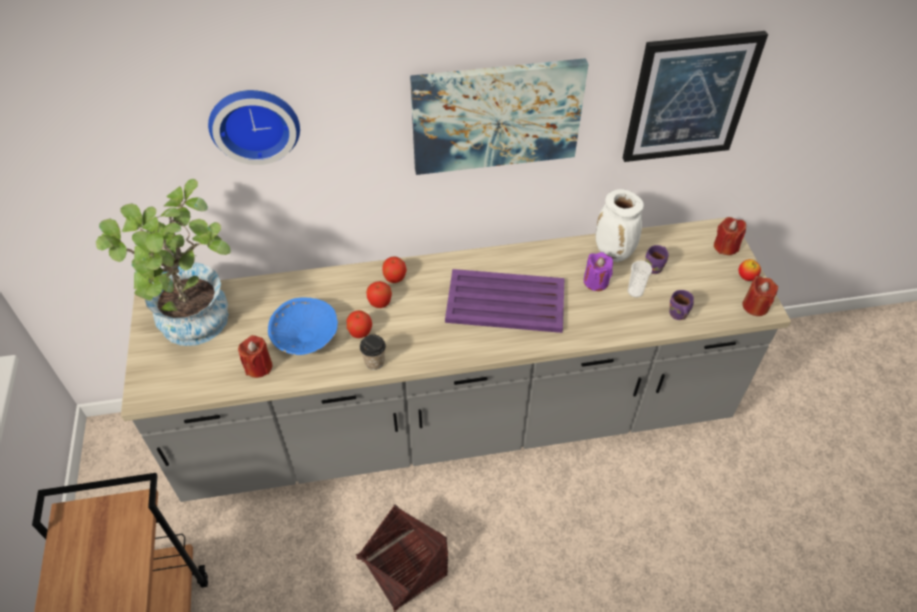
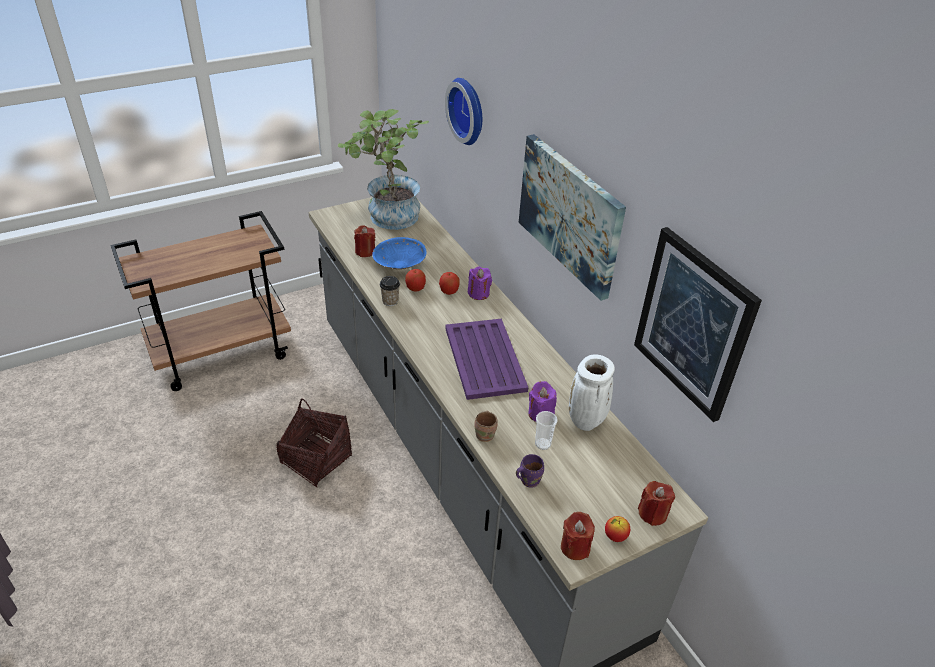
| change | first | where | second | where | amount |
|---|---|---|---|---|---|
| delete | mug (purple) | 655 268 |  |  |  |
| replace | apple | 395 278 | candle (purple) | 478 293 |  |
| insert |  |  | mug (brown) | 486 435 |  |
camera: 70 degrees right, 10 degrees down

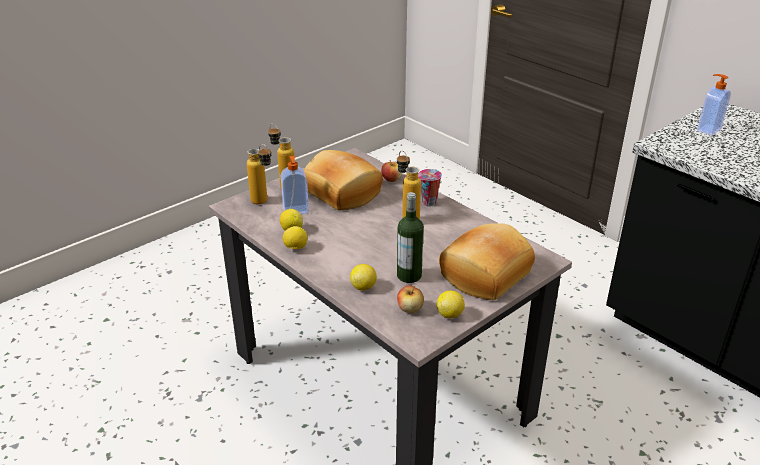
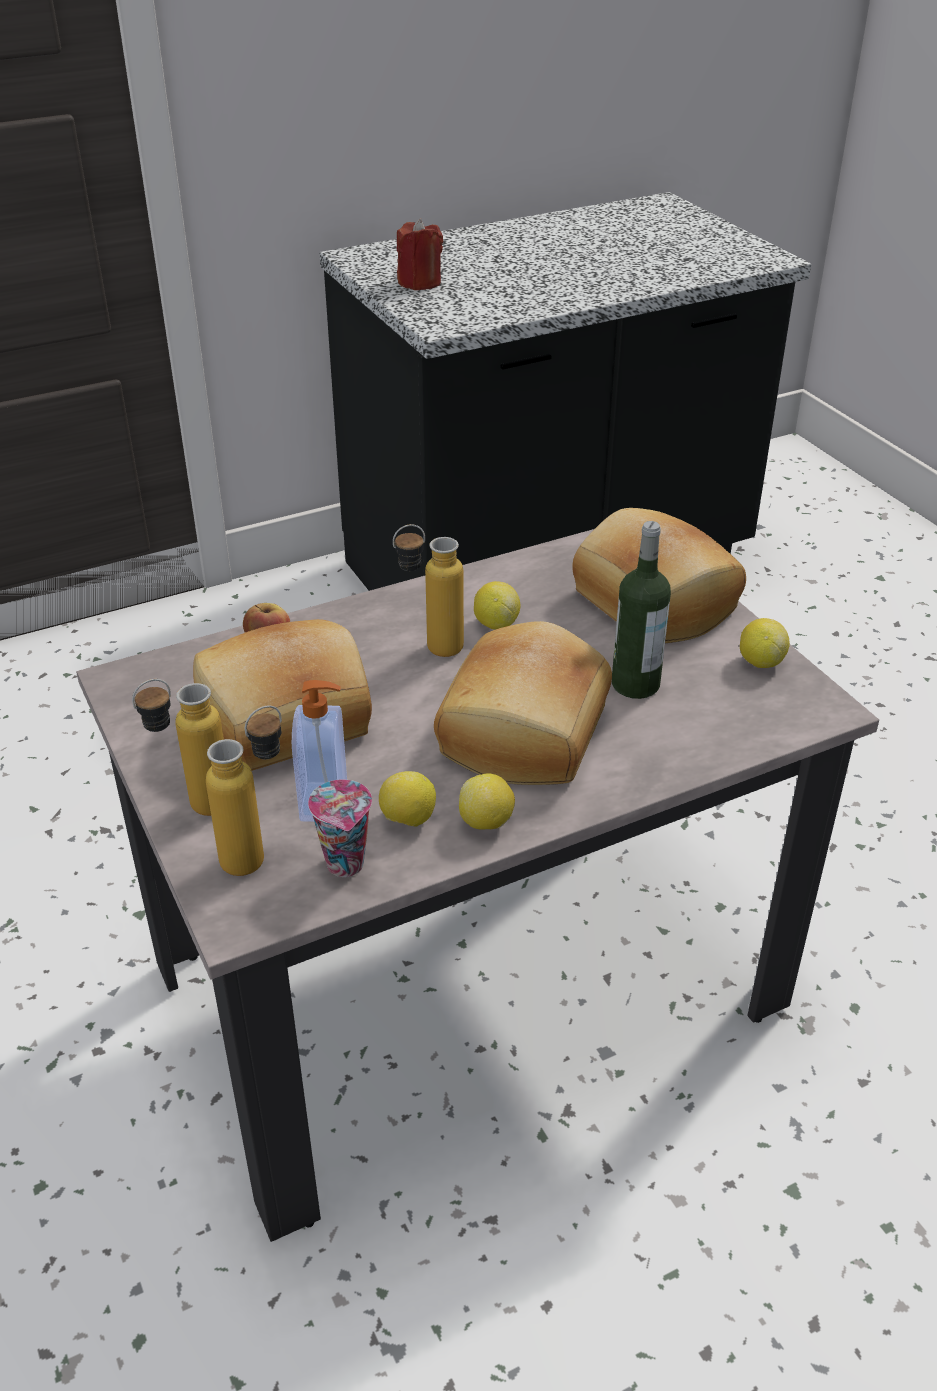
| change | first | where | second | where | amount |
|---|---|---|---|---|---|
| replace | soap dispenser | 708 129 | candle (red) | 419 283 |  |
| move | cup | 428 203 |  | 347 865 |  |
| move | lemon | 363 287 |  | 496 624 |  |
| delete | apple | 410 309 |  |  |  |
| insert |  |  | bread | 528 734 |  |
camera: 75 degrees left, 5 degrees up

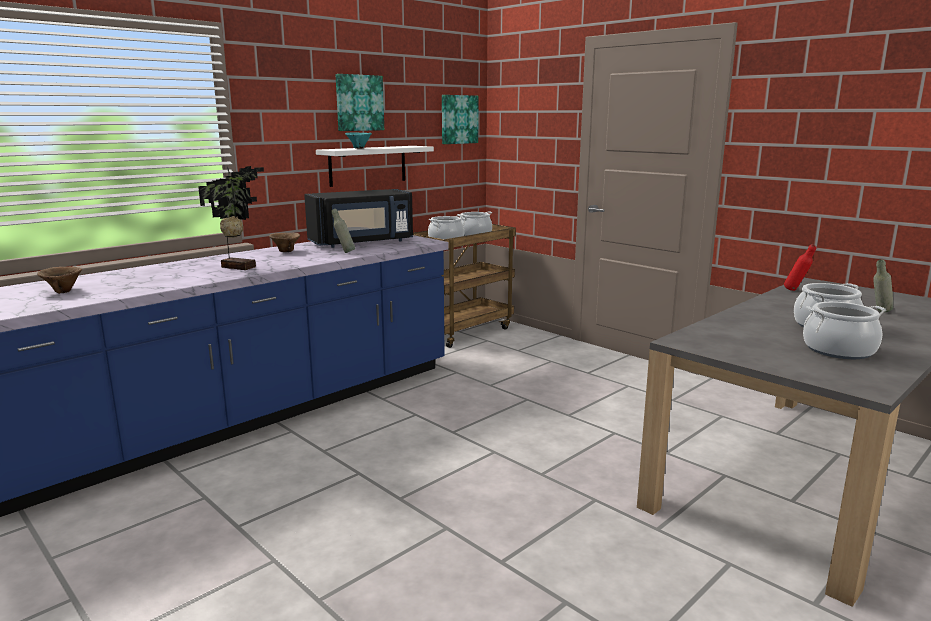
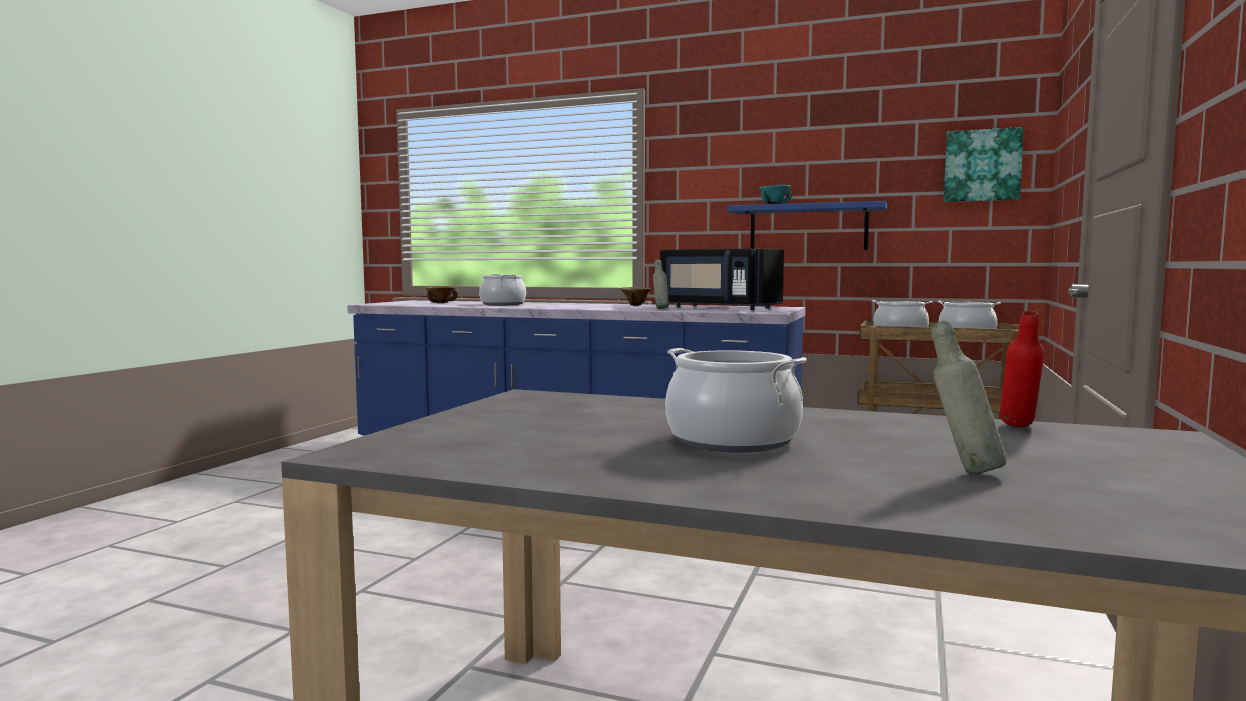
| change | first | where | second | where | amount |
|---|---|---|---|---|---|
| delete | picture | 359 103 |  |  |  |
| recolor | shelf (white) | 368 165 | shelf (blue) | 808 228 |  |
| delete | potted plant | 239 267 |  |  |  |
| move | cooking pot | 838 350 |  | 503 304 |  |
camera: 65 degrees right, 10 degrees down

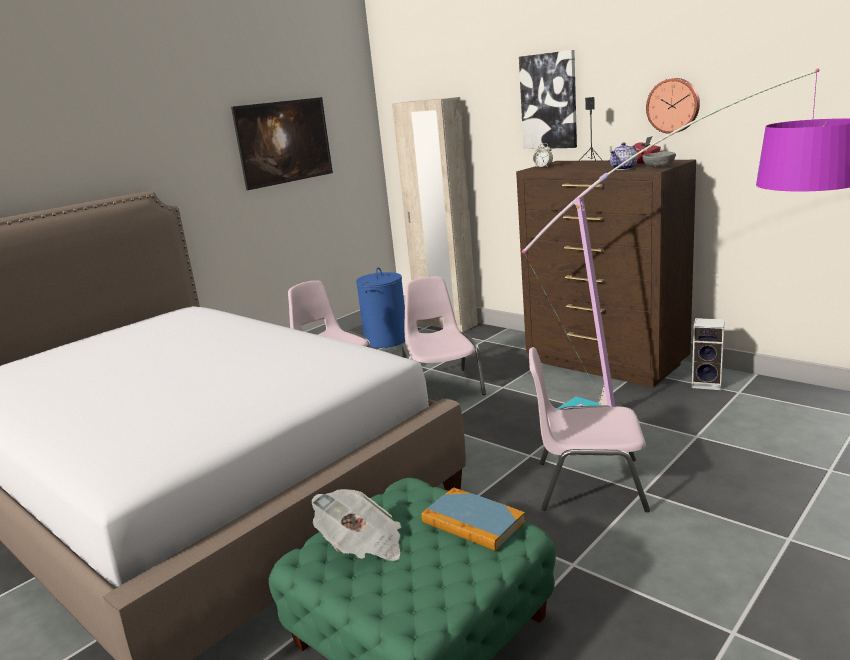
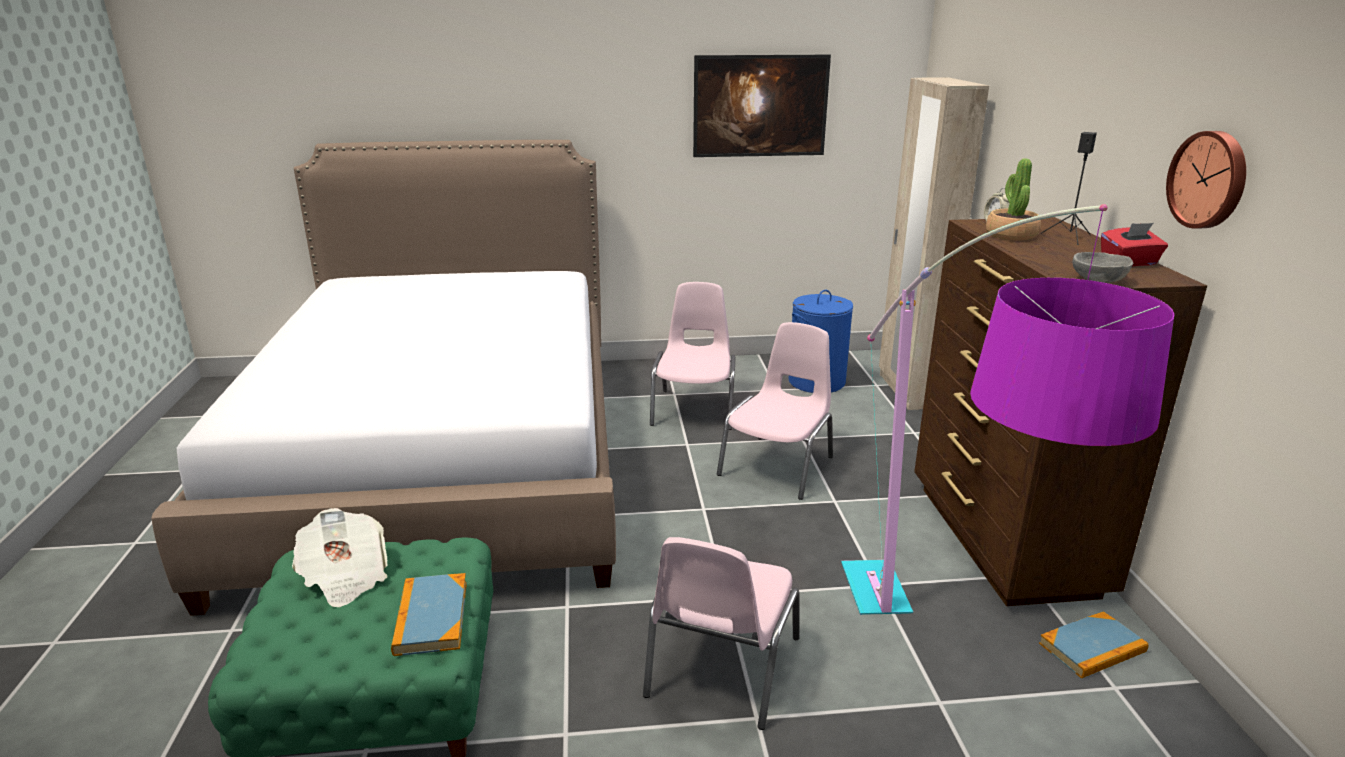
| change | first | where | second | where | amount |
|---|---|---|---|---|---|
| delete | picture | 549 101 |  |  |  |
| delete | teapot | 624 168 |  |  |  |
| replace | speaker | 708 383 | book | 1092 648 |  |
| rotate | chair (pink) | 588 485 |  | 720 668 | 120 degrees counterclockwise |
| insert |  |  | potted plant | 1011 235 |  |
camera: 40 degrees right, 5 degrees up

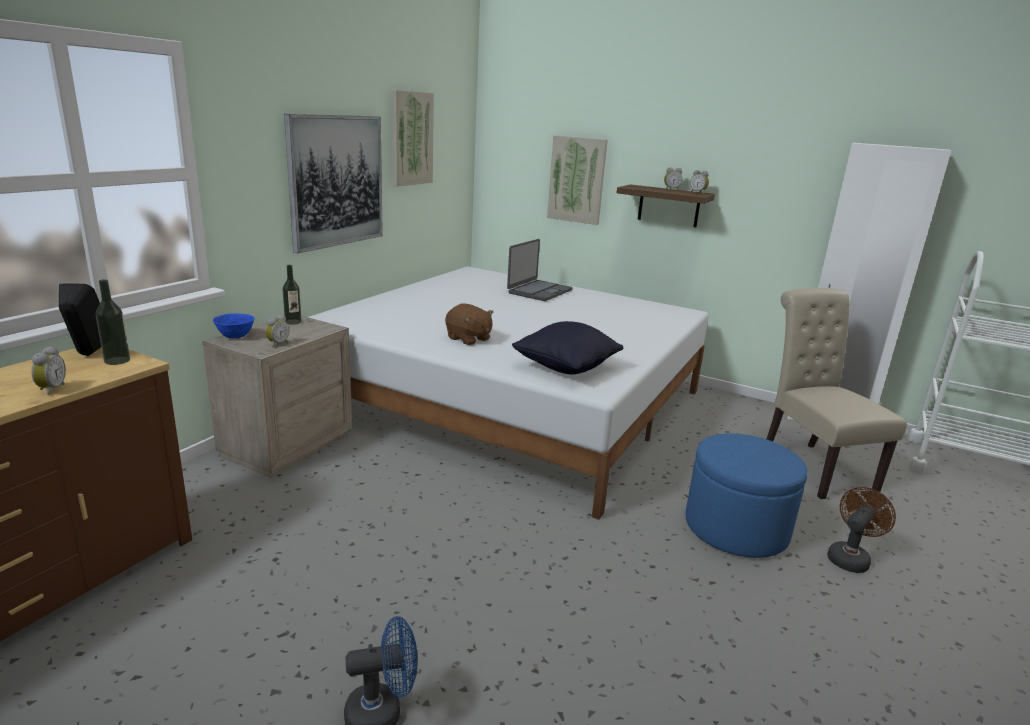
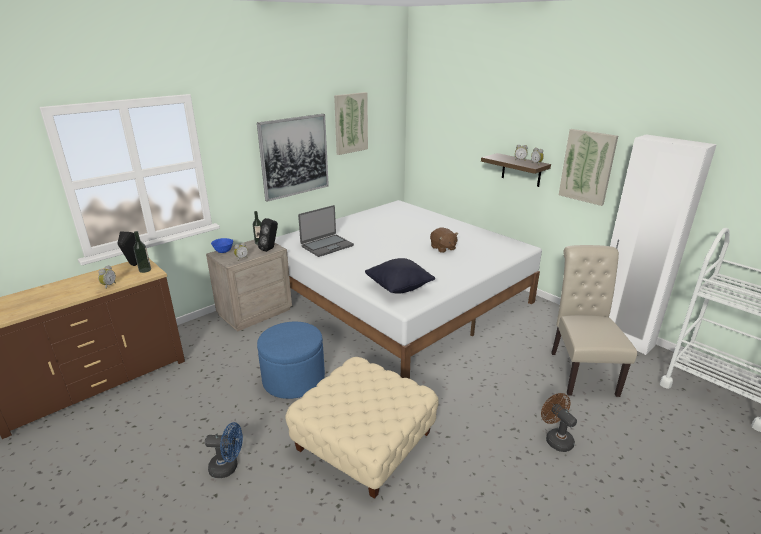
| change | first | where | second | where | amount |
|---|---|---|---|---|---|
| move | picture | 577 180 |  | 587 166 |  |
| move | laptop | 539 291 |  | 327 246 |  |
| move | plush toy (brown) | 468 339 |  | 443 248 |  |
| move | ottoman (blue) | 736 528 |  | 294 379 |  |
| rotate | fan (brown) | 850 557 |  | 556 439 | 90 degrees counterclockwise |
| insert |  |  | speaker (black) | 270 249 |  |
| insert |  |  | ottoman (beige) | 363 441 |  |
camera: 20 degrees right, 5 degrees up

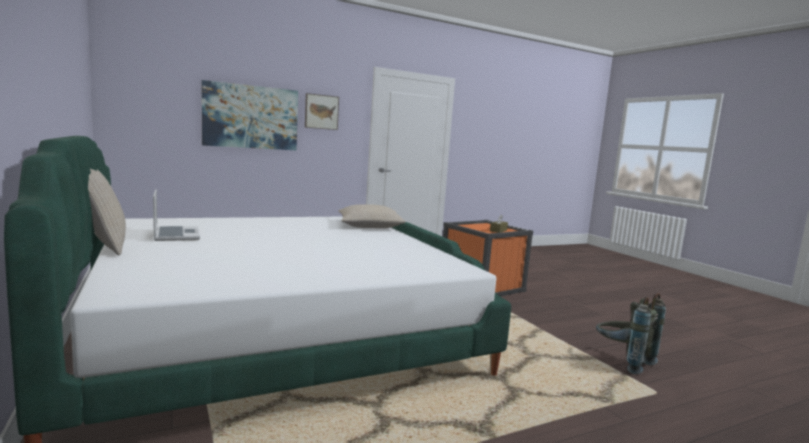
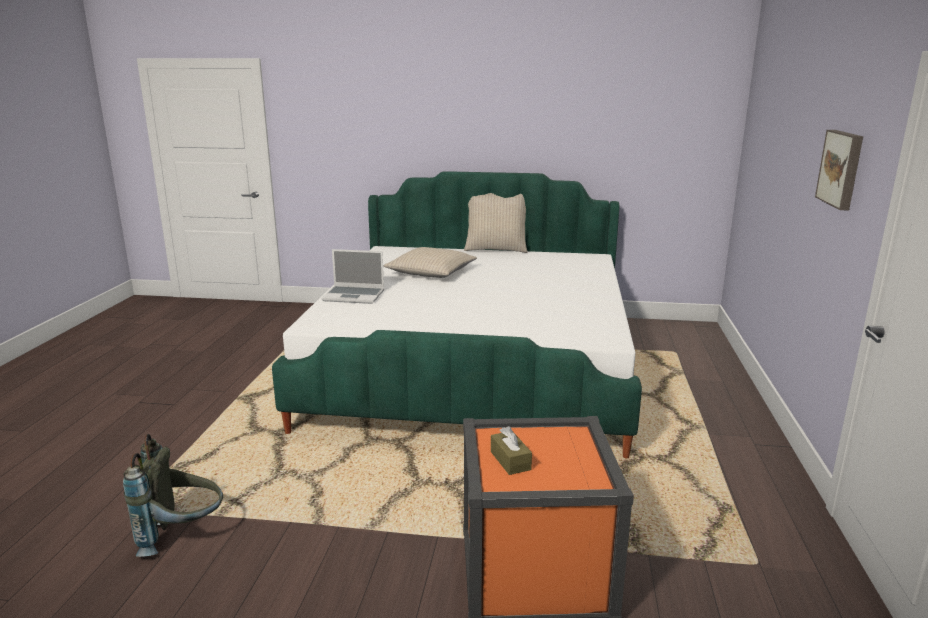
| change | first | where | second | where | amount |
|---|---|---|---|---|---|
| delete | picture | 251 117 |  |  |  |
| move | laptop | 175 235 |  | 354 296 |  |
| move | pillow (beige) | 370 225 |  | 431 272 |  |
camera: 125 degrees right, 10 degrees up

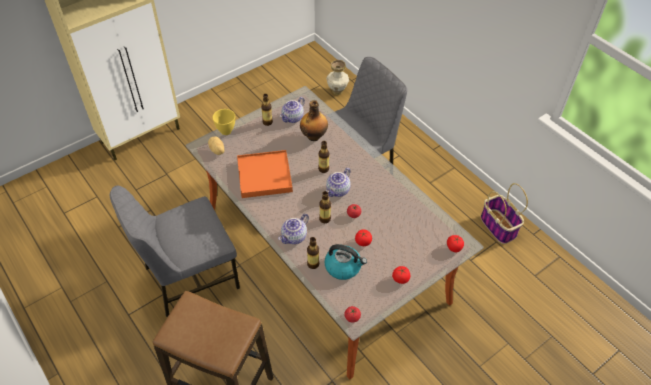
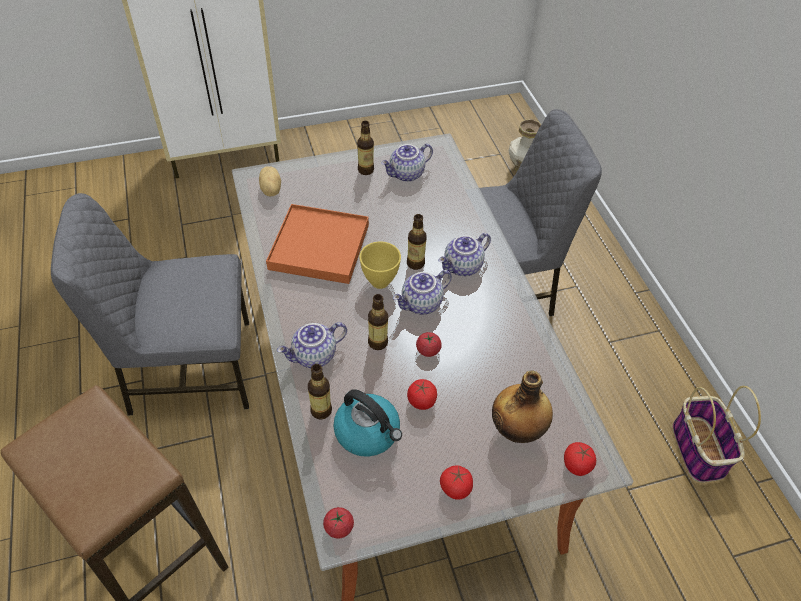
| change | first | where | second | where | amount |
|---|---|---|---|---|---|
| move | bottle | 314 136 |  | 517 430 |  |
| move | bowl (yellow) | 225 132 |  | 379 282 |  |
| insert |  |  | teapot | 463 267 |  |
camera: 20 degrees right, 0 degrees up

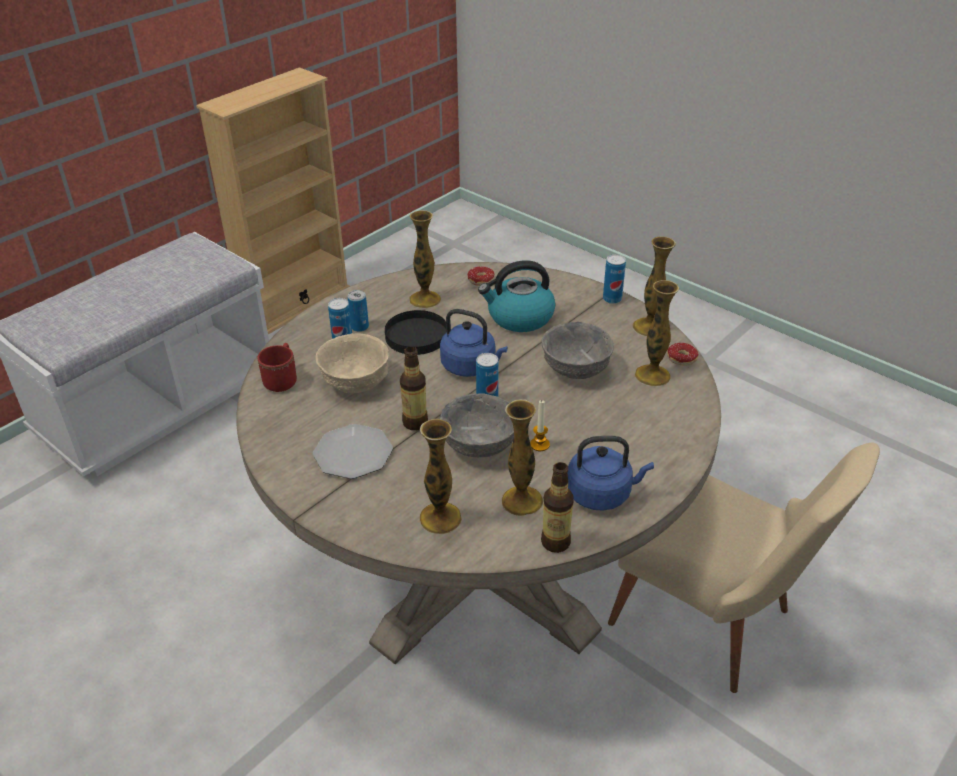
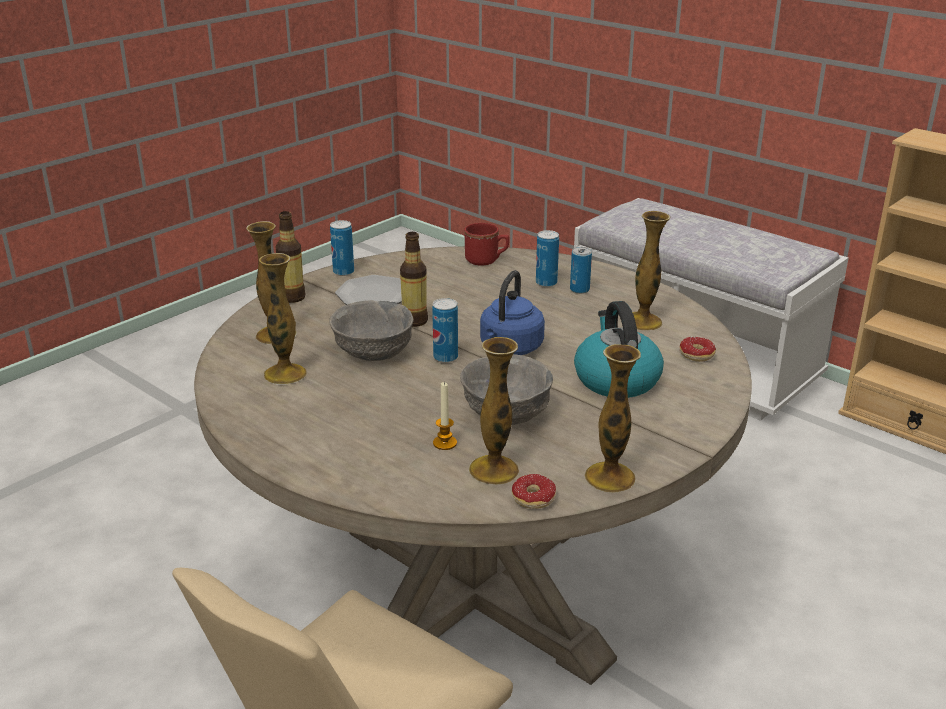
| change | first | where | second | where | amount |
|---|---|---|---|---|---|
| move | can | 612 299 |  | 343 272 |  |
| delete | plate (black) | 416 335 |  |  |  |
| delete | bowl (beige) | 356 381 |  |  |  |
| move | candle | 539 444 |  | 445 443 |  |
| delete | kettle (blue) | 602 494 |  |  |  |
| move | bottle | 555 542 |  | 292 298 |  |
camera: 90 degrees right, 10 degrees down

